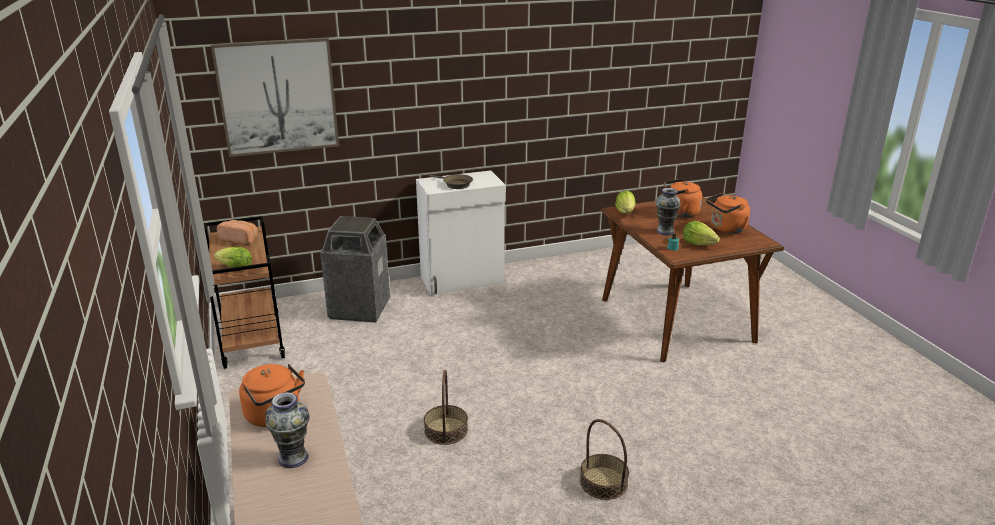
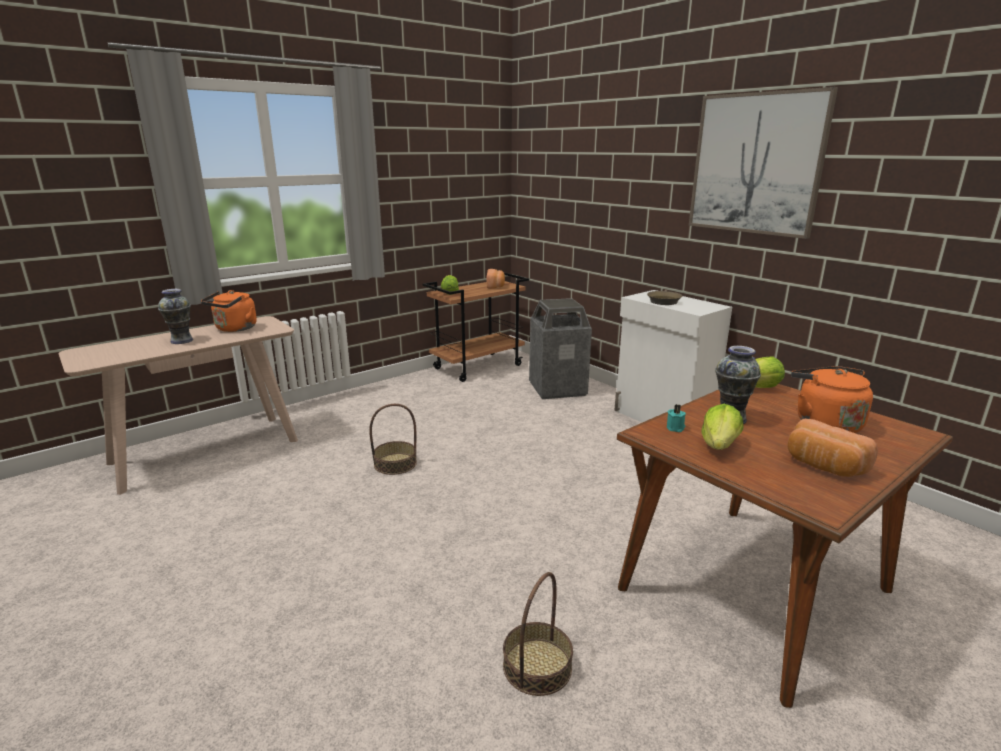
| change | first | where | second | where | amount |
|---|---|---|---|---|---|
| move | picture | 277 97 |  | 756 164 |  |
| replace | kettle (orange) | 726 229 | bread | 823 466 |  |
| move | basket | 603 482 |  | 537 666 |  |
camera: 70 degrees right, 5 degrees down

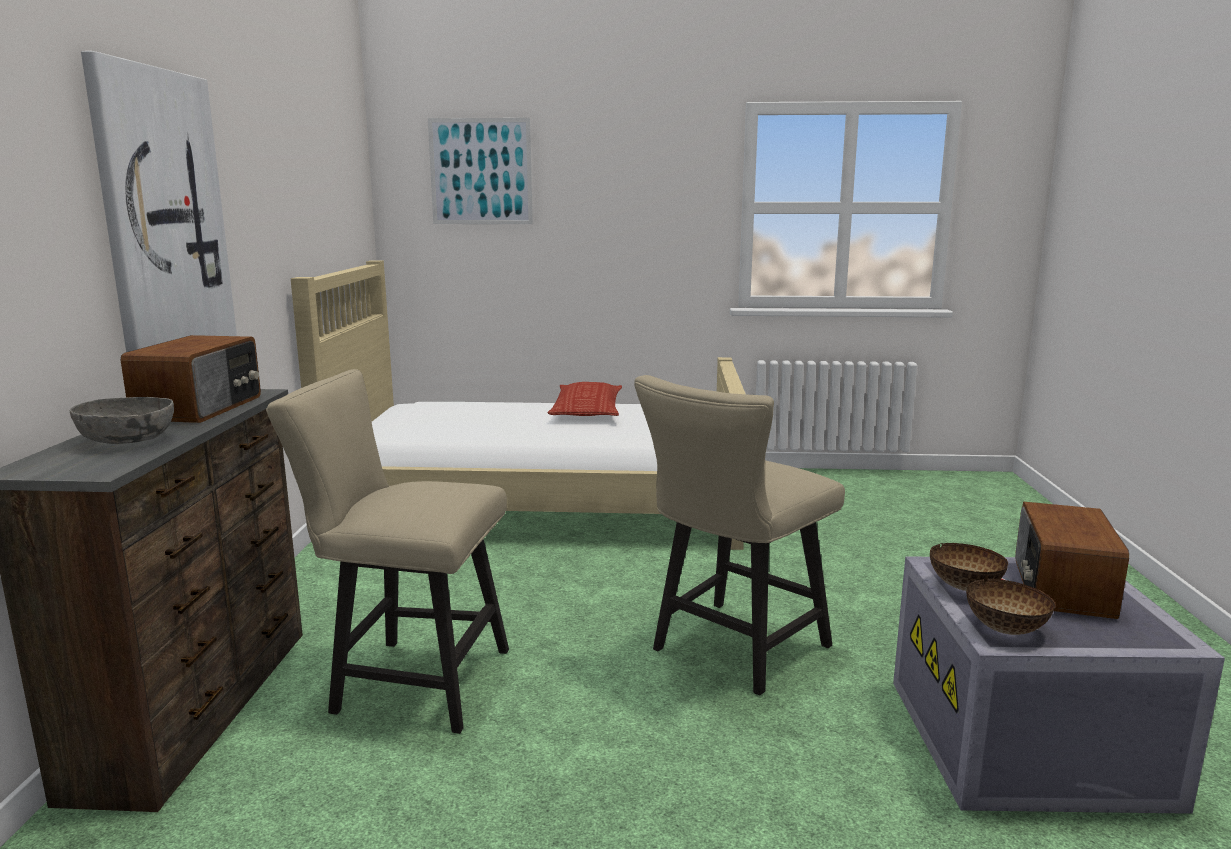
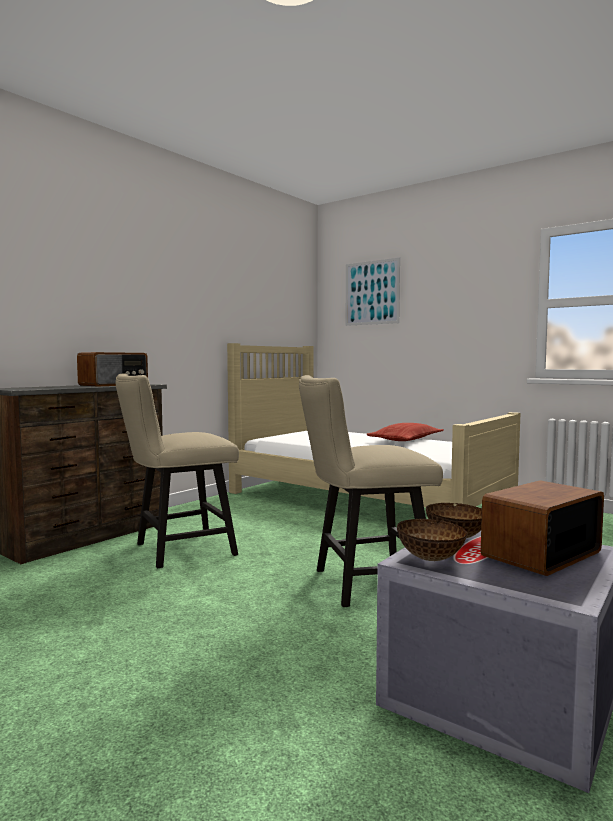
| change | first | where | second | where | amount |
|---|---|---|---|---|---|
| delete | picture | 162 219 |  |  |  |
| rotate | chair (beige) | 409 681 |  | 177 550 | 75 degrees counterclockwise |
| delete | bowl (grey) | 128 440 |  |  |  |
camera: 35 degrees right, 10 degrees down

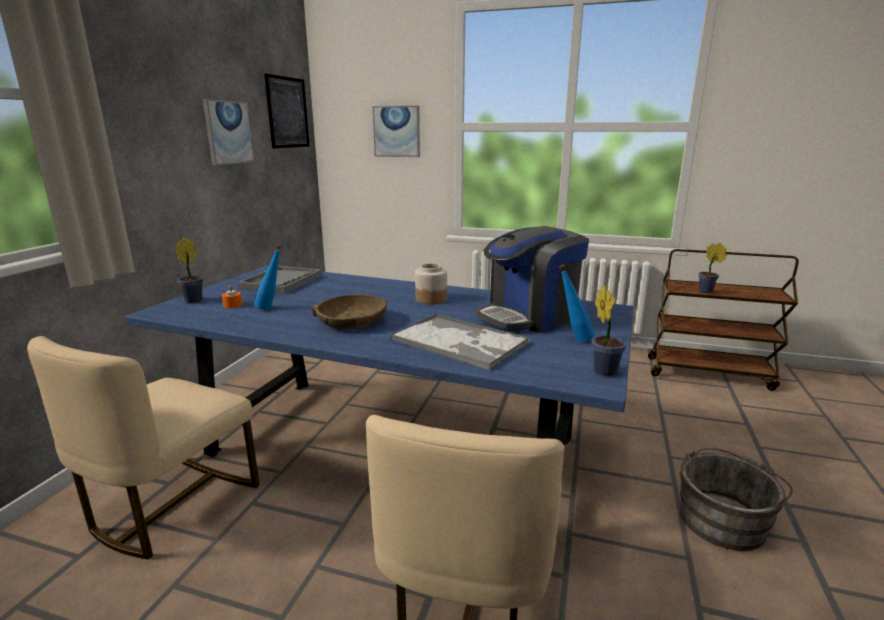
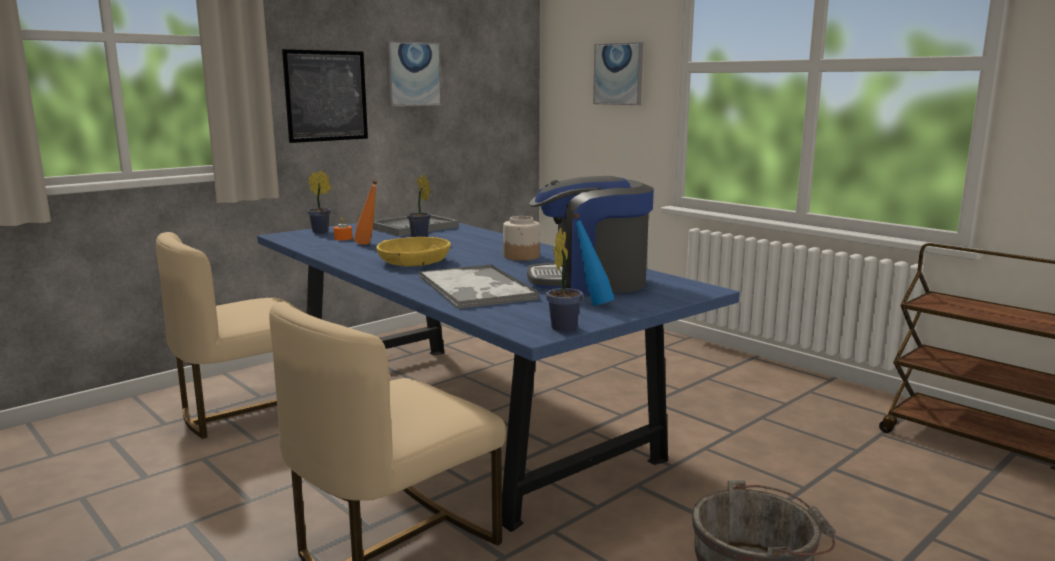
| change | first | where | second | where | amount |
|---|---|---|---|---|---|
| move | picture | 287 112 |  | 326 96 |  |
| move | potted plant | 707 292 |  | 420 237 |  |
| recolor | bottle (blue) | 271 308 | bottle (orange) | 368 244 |  |
| recolor | bowl (brown) | 351 322 | bowl (yellow) | 413 262 |  |
camera: 30 degrees right, 5 degrees down

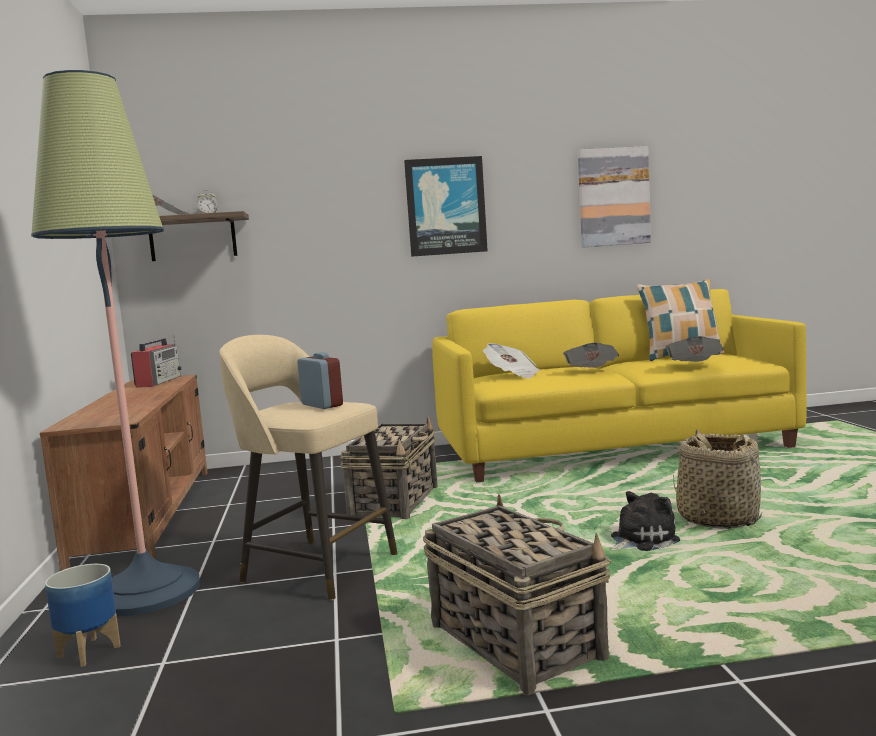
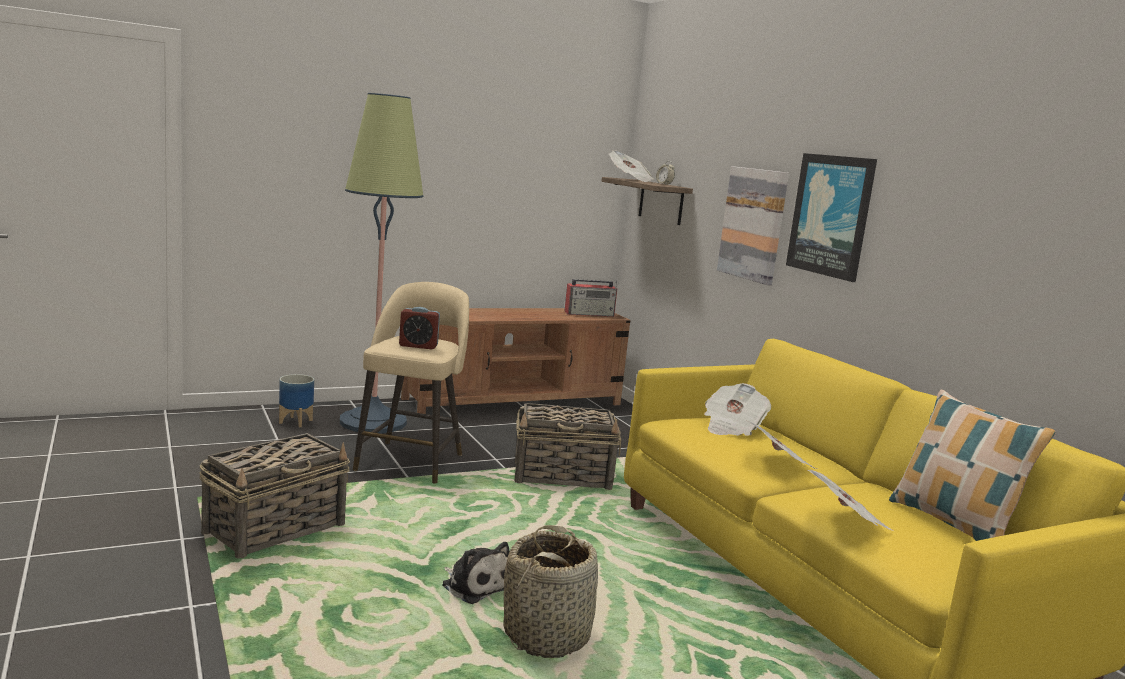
| change | first | where | second | where | amount |
|---|---|---|---|---|---|
| move | picture | 613 197 |  | 753 224 |  |
| rotate | alarm clock | 322 405 |  | 418 346 | 60 degrees clockwise |
camera: 70 degrees right, 5 degrees up

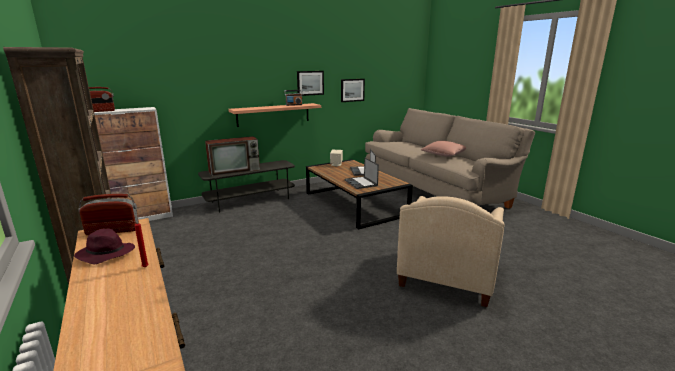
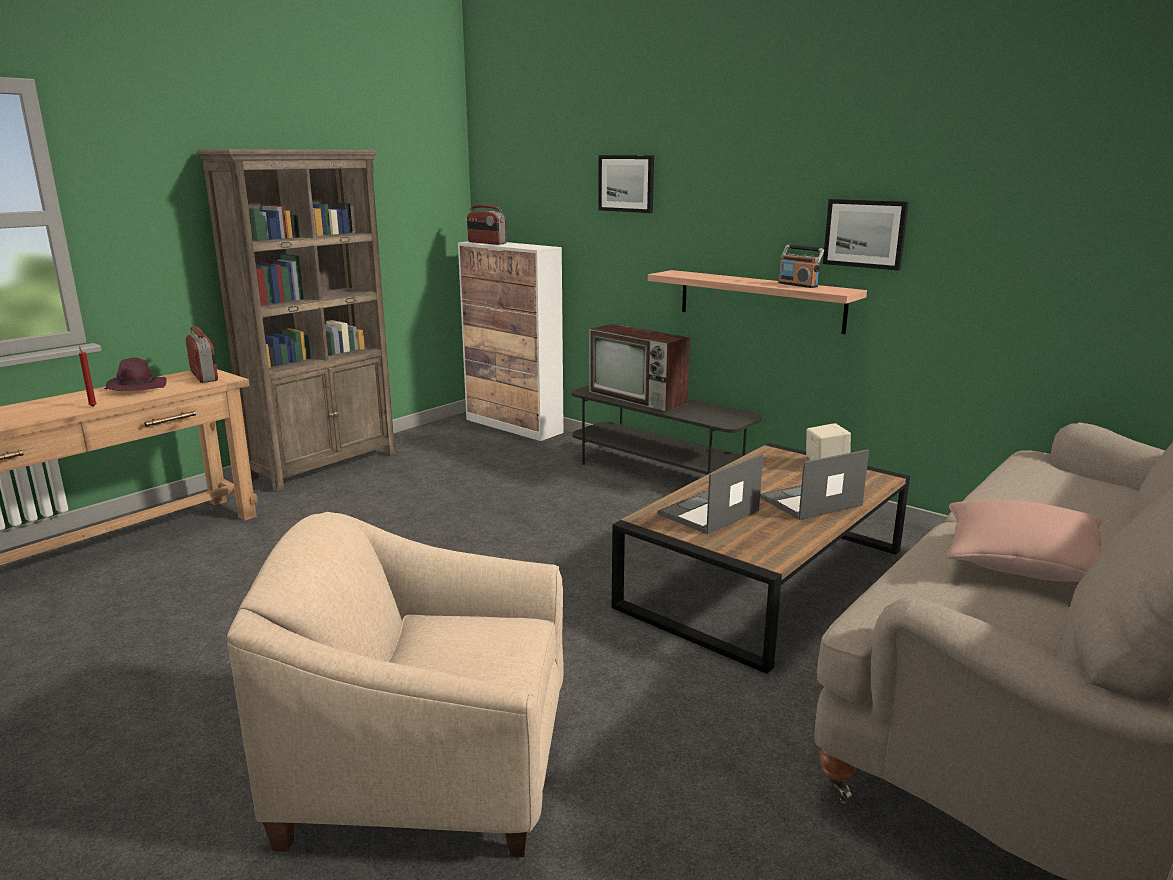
| change | first | where | second | where | amount |
|---|---|---|---|---|---|
| move | picture | 352 90 |  | 626 183 |  |
camera: 70 degrees right, 0 degrees up

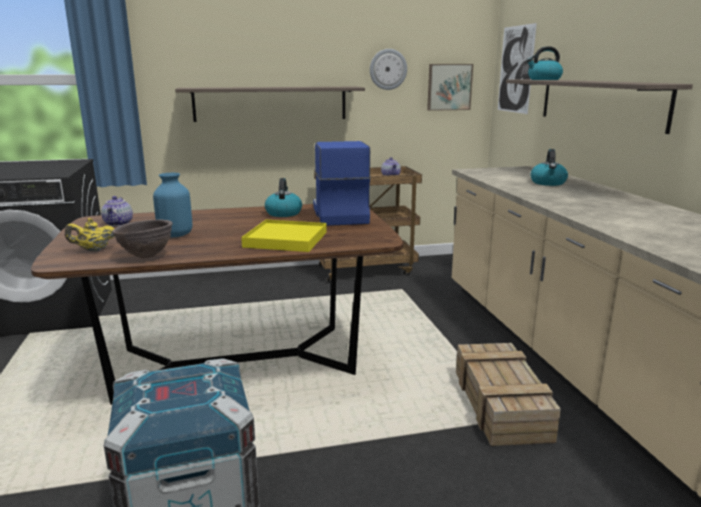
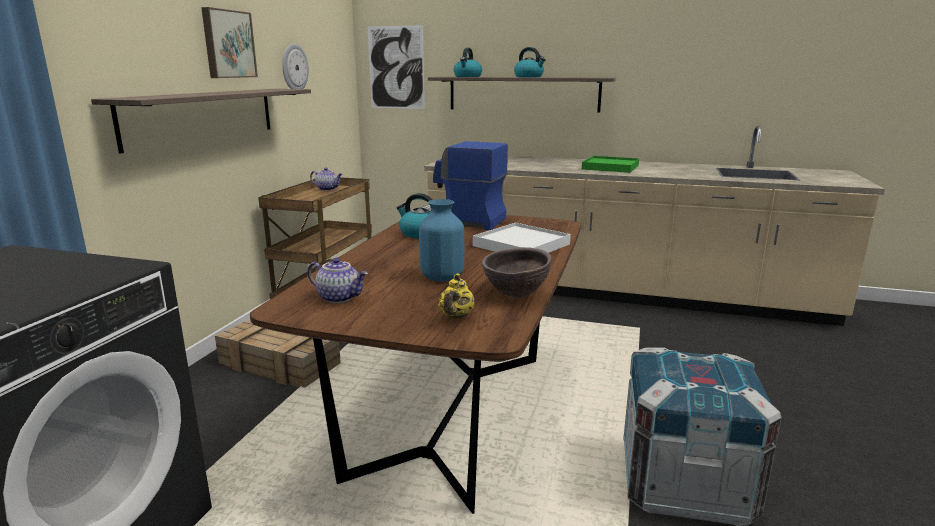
| change | first | where | second | where | amount |
|---|---|---|---|---|---|
| move | picture | 449 87 |  | 228 44 |  |
| move | kettle | 548 183 |  | 529 77 |  |
| recolor | tray (yellow) | 286 239 | tray (white) | 521 245 |  |
| move | crate | 502 405 |  | 281 364 |  |
| insert |  |  | tray (green) | 610 167 |  |
camera: 60 degrees left, 0 degrees up

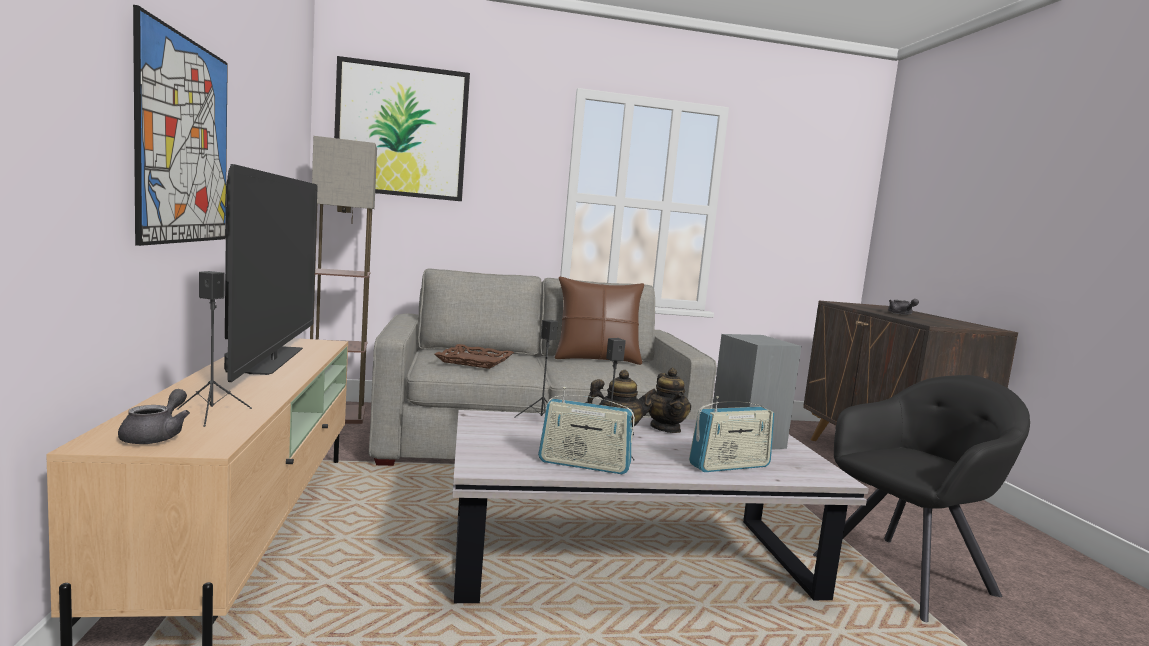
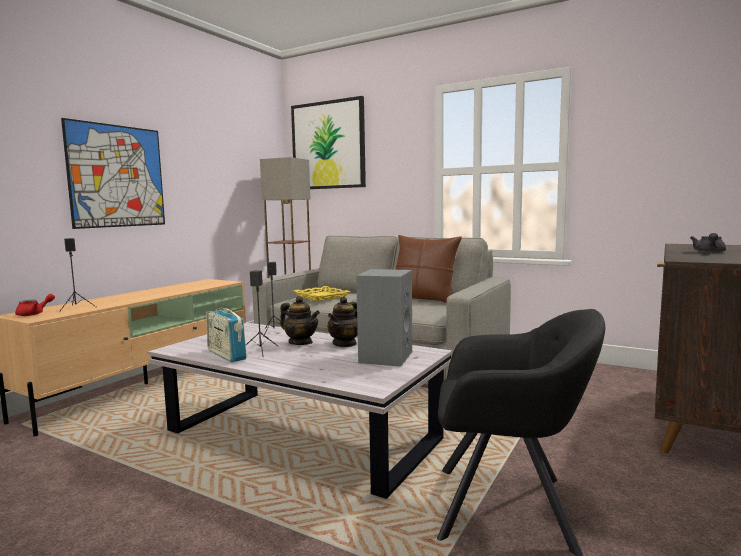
| change | first | where | second | where | amount |
|---|---|---|---|---|---|
| delete | television | 275 361 |  |  |  |
| recolor | tray (brown) | 474 361 | tray (yellow) | 321 297 |  |
| recolor | teapot (grey) | 157 436 | teapot (red) | 34 314 |  |
| delete | radio | 729 466 |  |  |  |
camera: 40 degrees right, 0 degrees up

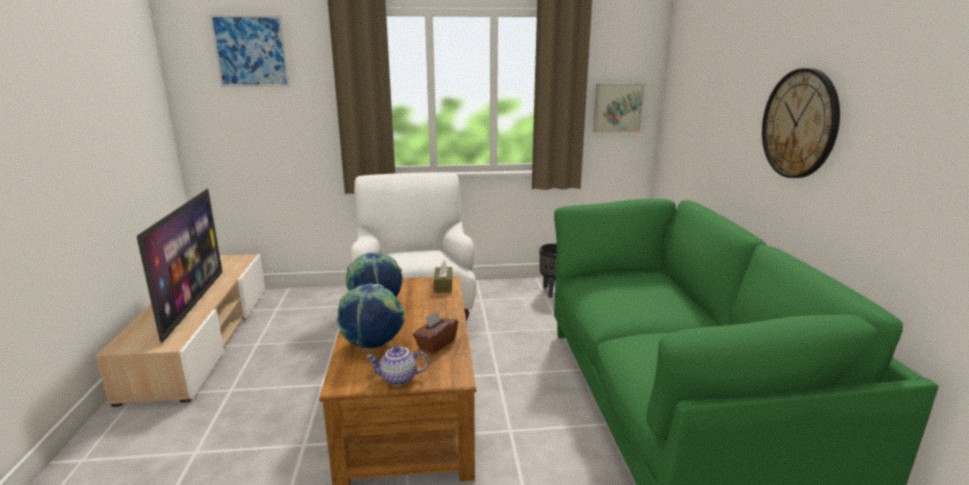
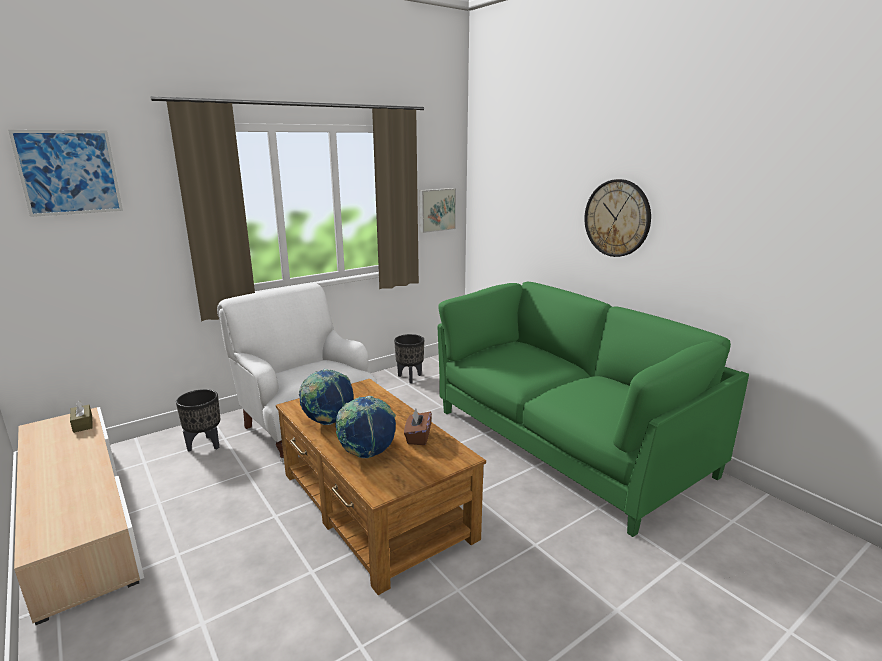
| change | first | where | second | where | amount |
|---|---|---|---|---|---|
| delete | television | 193 303 |  |  |  |
| move | tissue box (brown) | 443 285 |  | 82 424 |  |
| delete | teapot | 398 379 |  |  |  |
| insert |  |  | planter (black) | 205 445 |  |
camera: 30 degrees left, 0 degrees up

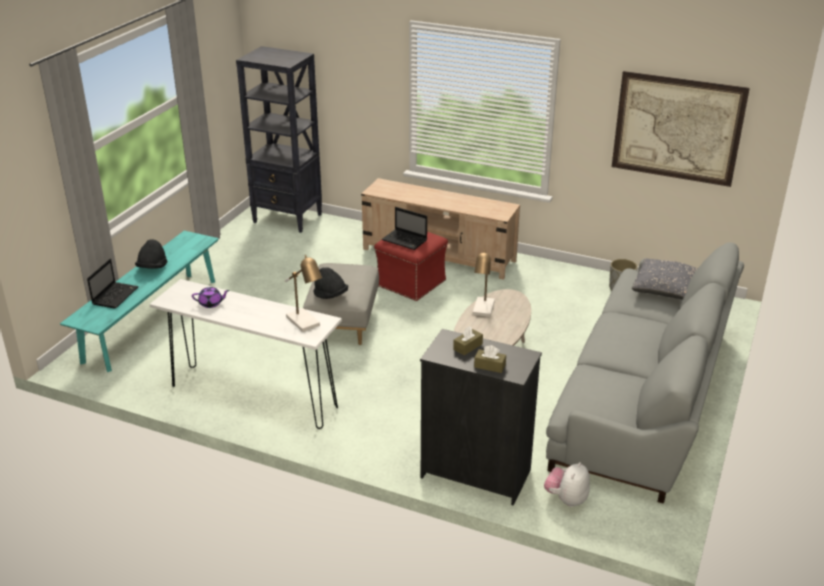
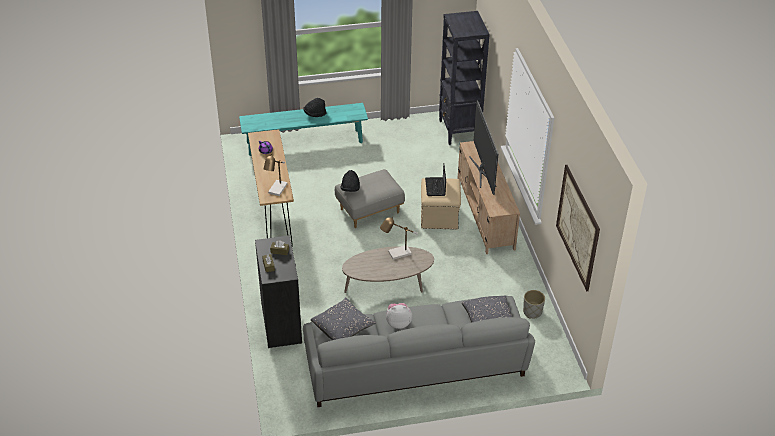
| change | first | where | second | where | amount |
|---|---|---|---|---|---|
| recolor | ottoman (red) | 411 283 | ottoman (beige) | 439 217 |  |
| delete | laptop | 115 295 |  |  |  |
| recolor | console table (white) | 253 397 | console table (brown) | 273 214 |  |
| move | plush toy | 566 499 |  | 398 323 |  |
| insert |  |  | television | 482 171 |  |
| insert |  |  | pillow (grey) | 343 328 |  |
camera: 55 degrees right, 10 degrees up

